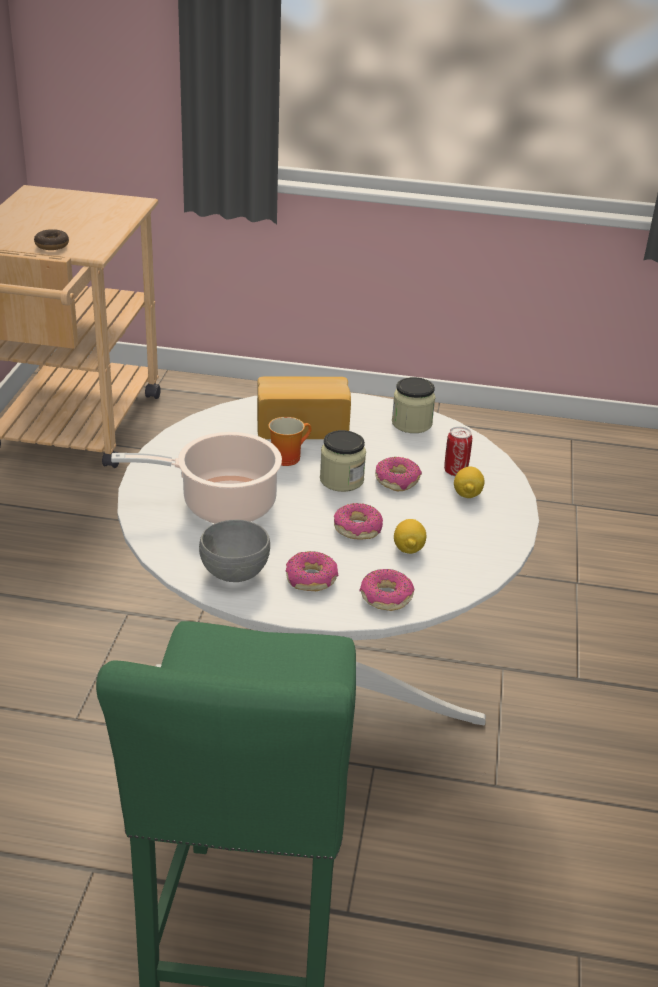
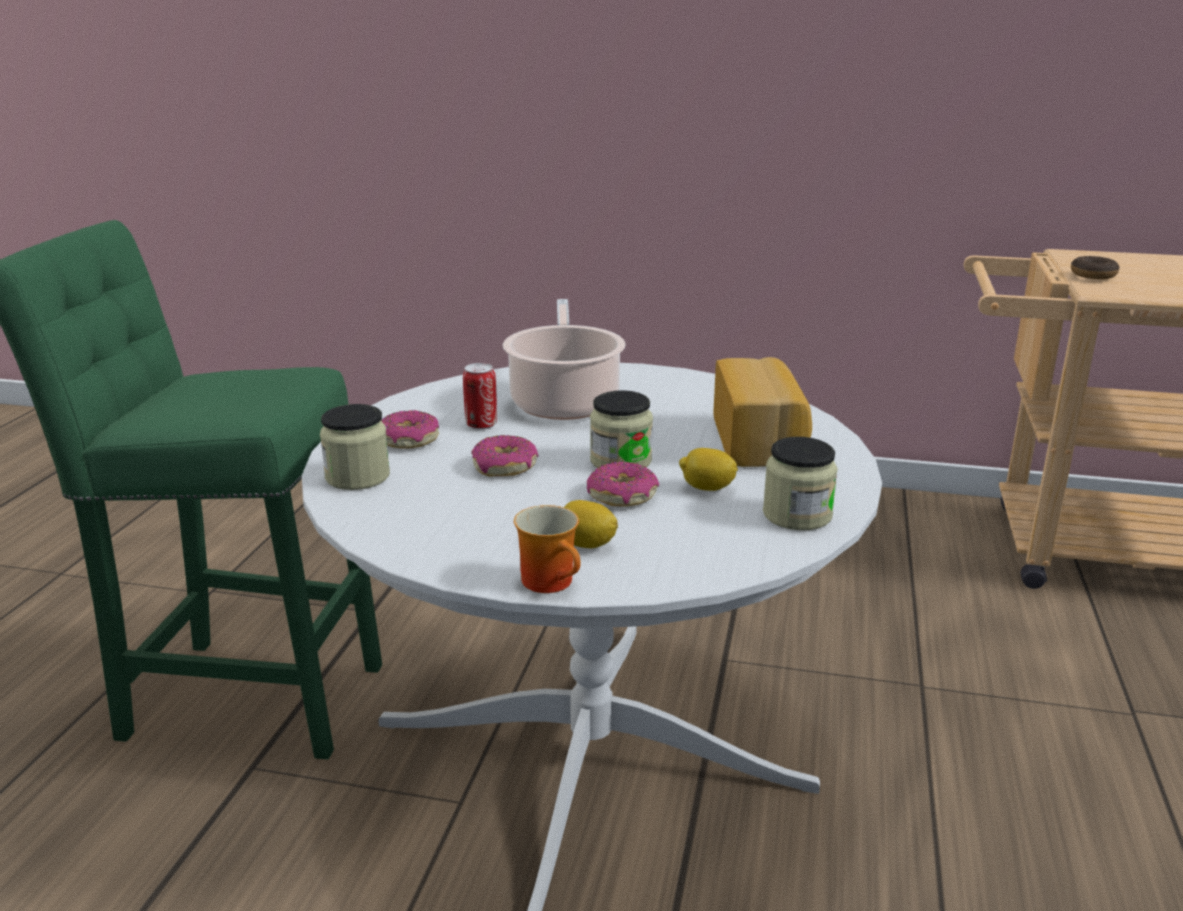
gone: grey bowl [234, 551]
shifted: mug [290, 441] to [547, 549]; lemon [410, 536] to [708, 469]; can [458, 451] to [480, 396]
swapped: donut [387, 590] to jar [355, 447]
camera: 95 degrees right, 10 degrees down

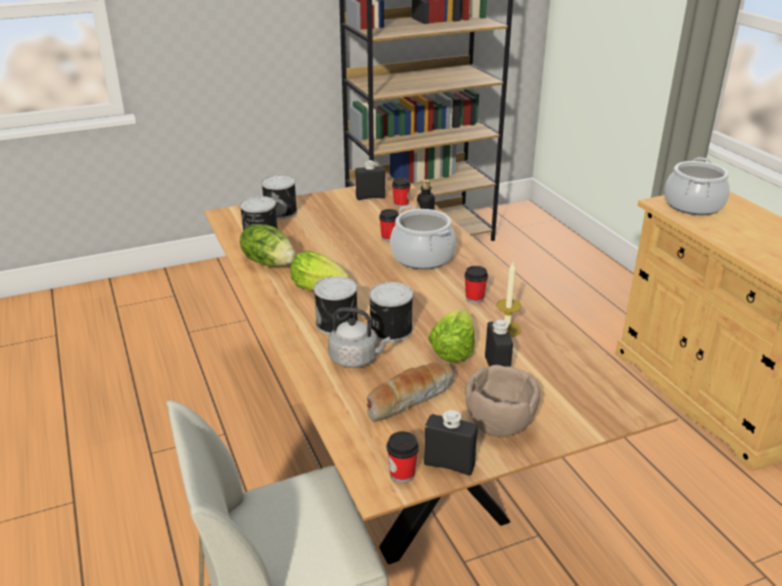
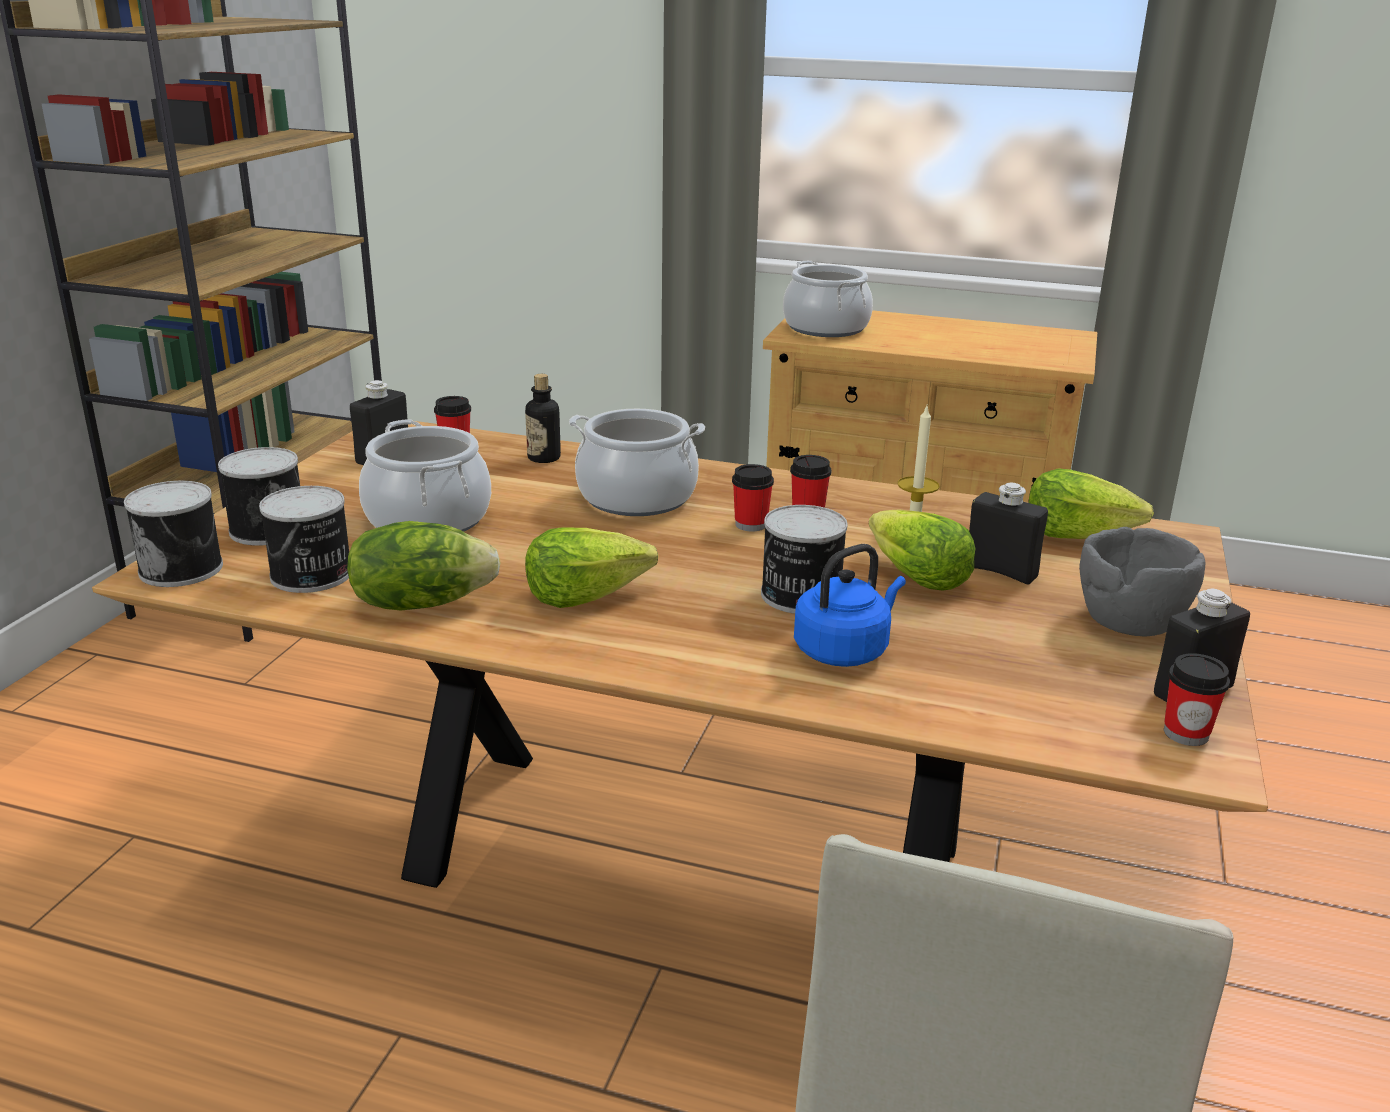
gone: bread [410, 392]
new: cooking pot [425, 475]; lettuce [1091, 503]
shifted: can [336, 305] to [173, 534]; cup [389, 225] to [753, 497]
repainted: grey kettle [359, 338] to blue kettle [850, 605]; brown bowl [502, 401] to grey bowl [1142, 582]
camera: 50 degrees left, 5 degrees down

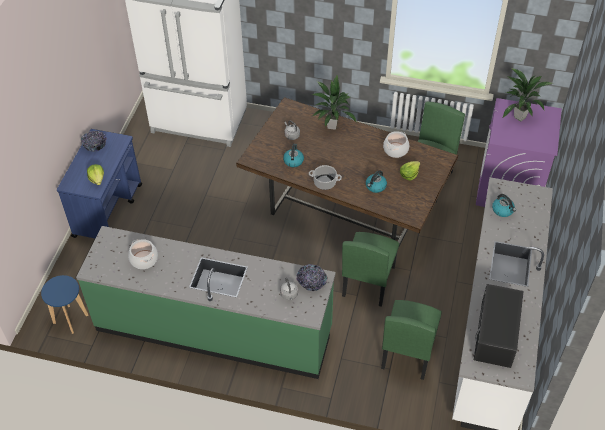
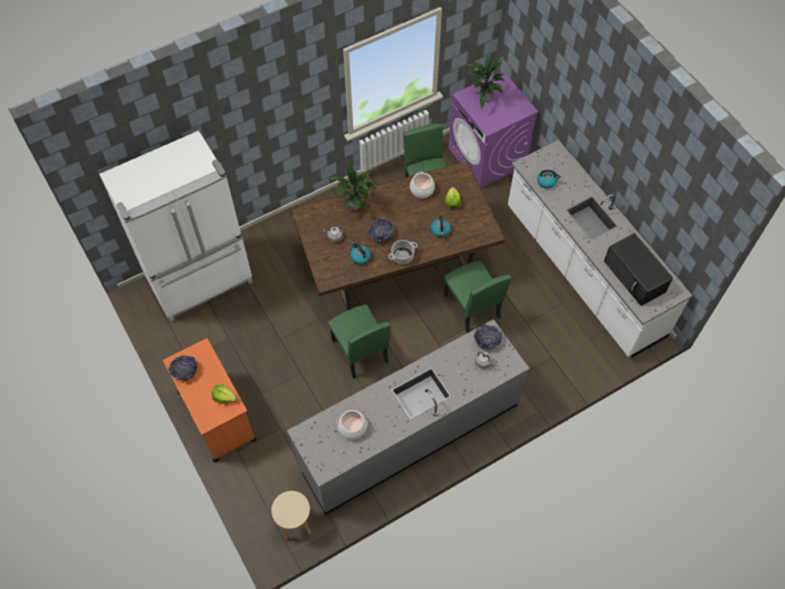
new: bowl [381, 230]
shifted: green chair [411, 340] to [359, 341]
repainted: blue stool [65, 304] to beige stool [291, 516]; blue cart [99, 184] to orange cart [209, 400]; green counter [206, 302] to grey counter [408, 417]
camera: 45 degrees left, 10 degrees up

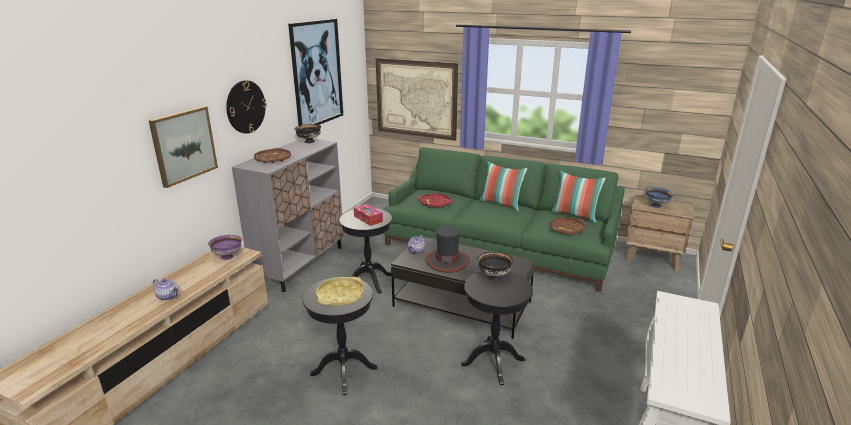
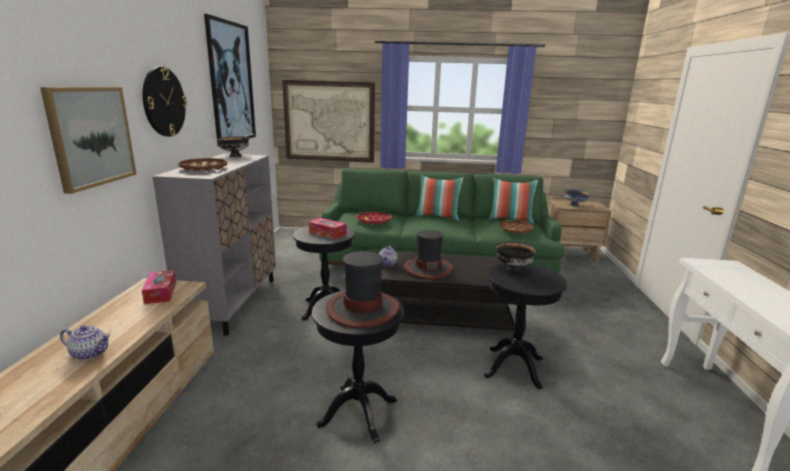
swapped: purple bowl [225, 247] to tissue box [159, 287]; yellow tray [340, 291] to hat [363, 289]
camera: 20 degrees left, 5 degrees down

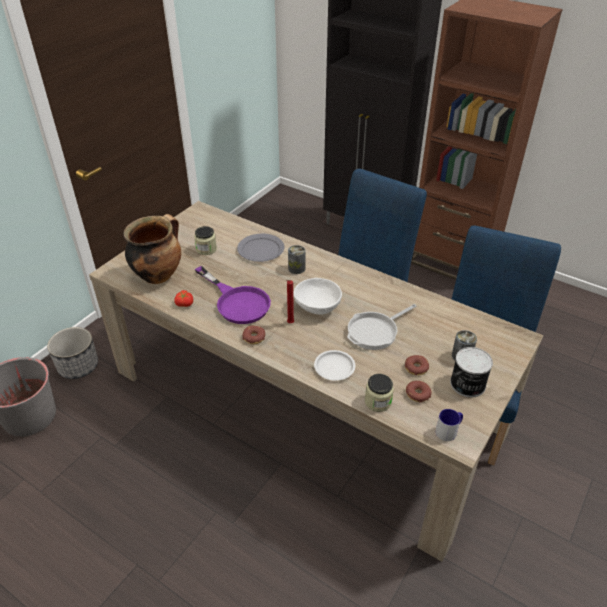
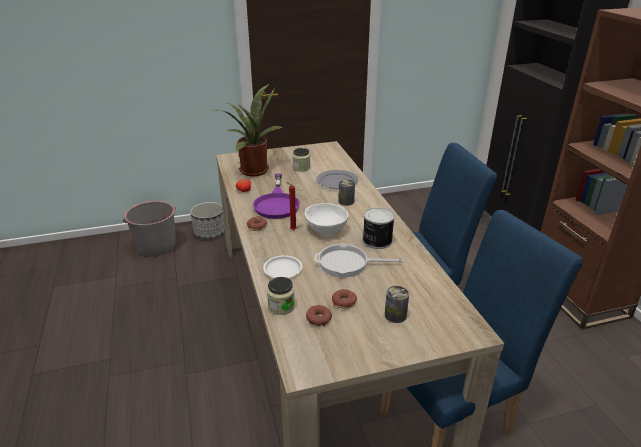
gone: mug [449, 425]
shifted: can [471, 372] to [379, 228]
swapped: cooking pot [152, 249] to potted plant [247, 130]
camera: 40 degrees right, 10 degrees down

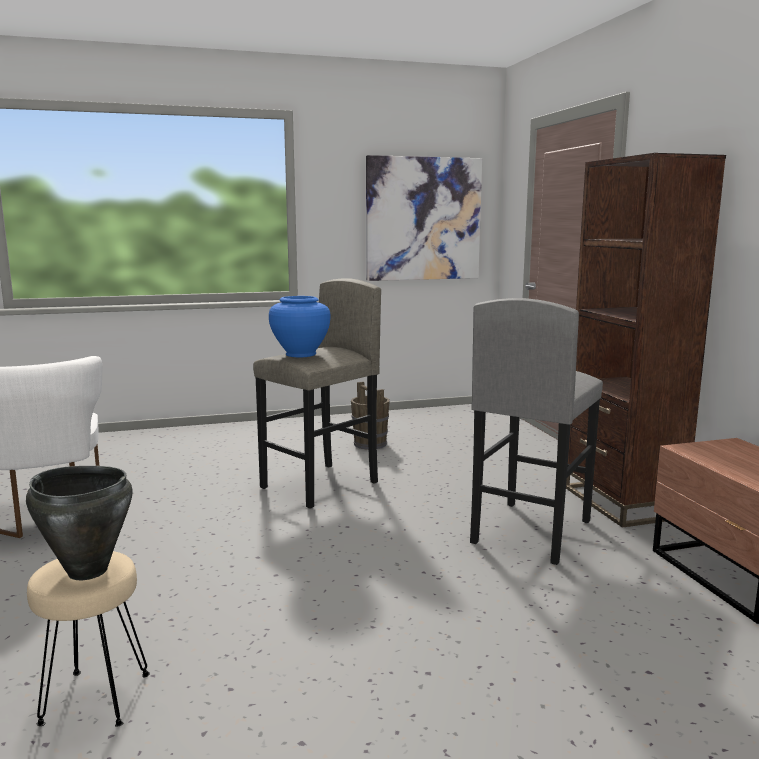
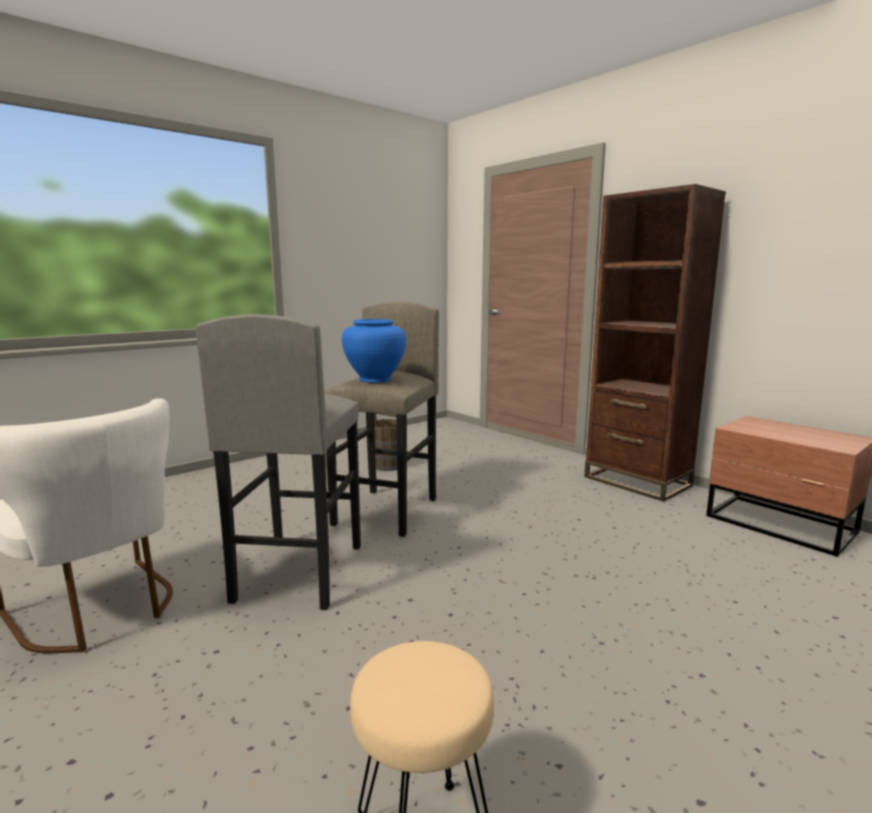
gone: black cooking pot [79, 523]; picture [424, 218]
shifted: grey stool [536, 431] to [278, 462]
camera: 25 degrees left, 0 degrees up

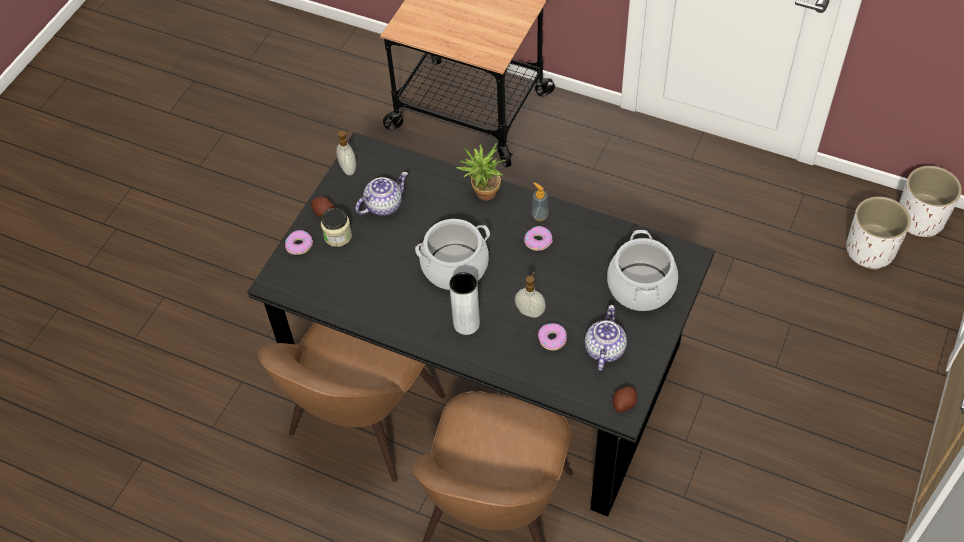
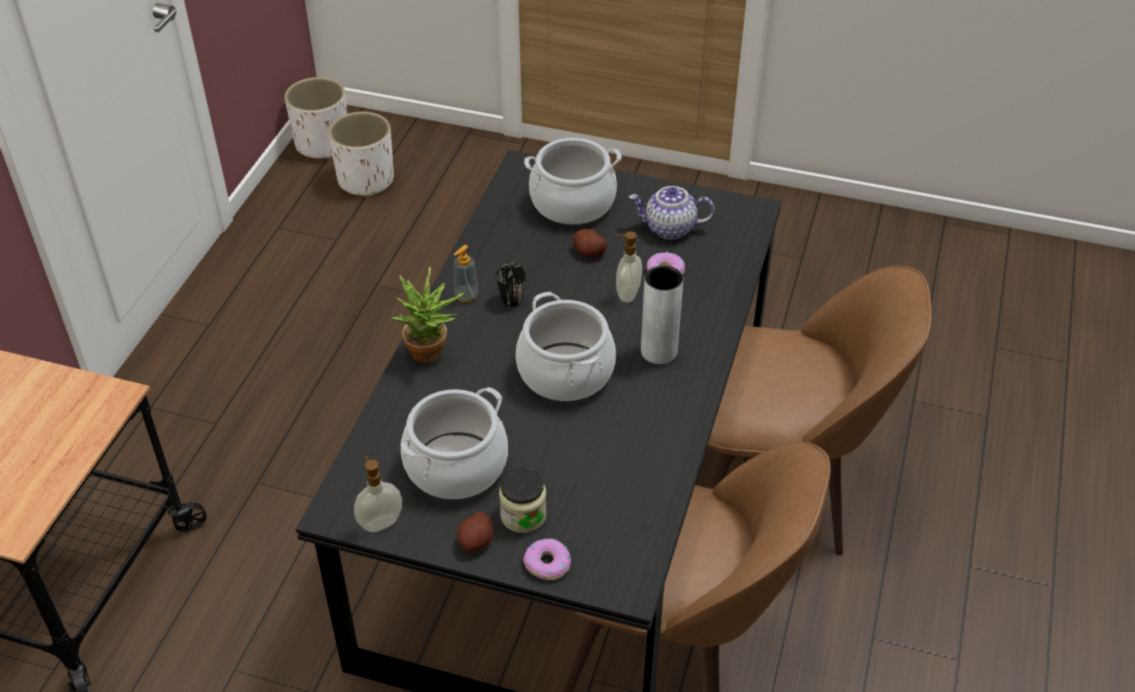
shifted: potato [624, 399] to [590, 243]
swapped: teapot [381, 194] to cooking pot [454, 443]; donut [538, 238] to black mug [511, 284]
camera: 100 degrees left, 10 degrees down

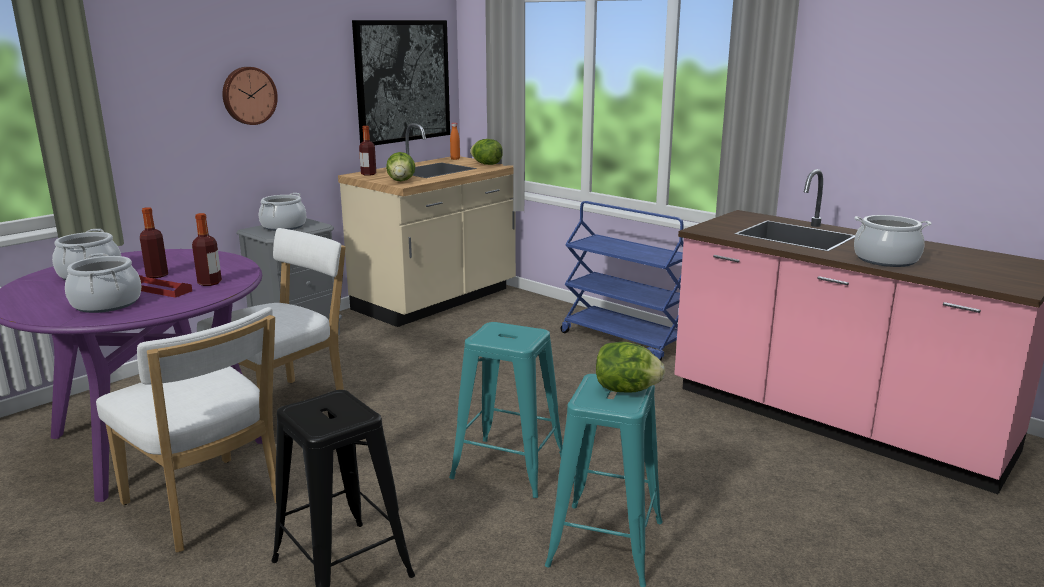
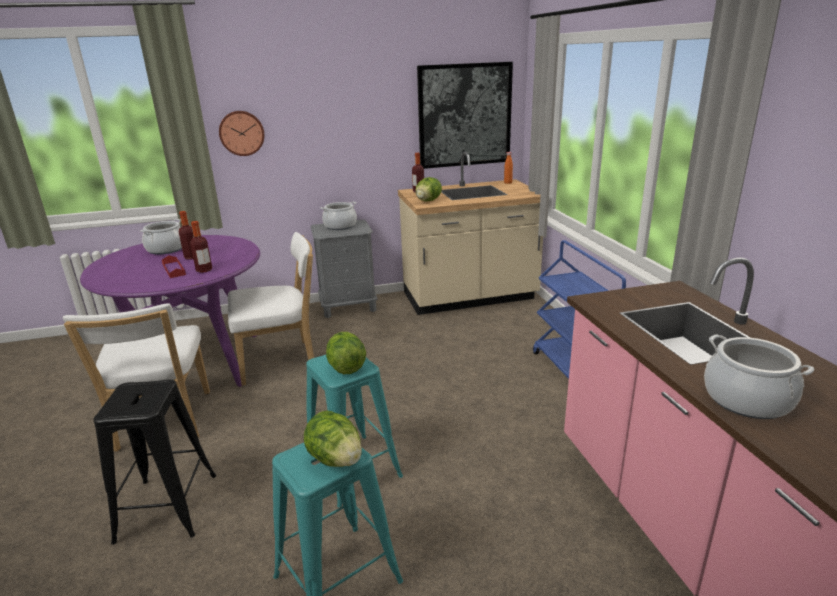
gone: cooking pot [103, 283]
shifted: wall clock [250, 96] to [241, 133]; lettuce [486, 152] to [346, 353]
camera: 35 degrees right, 5 degrees up

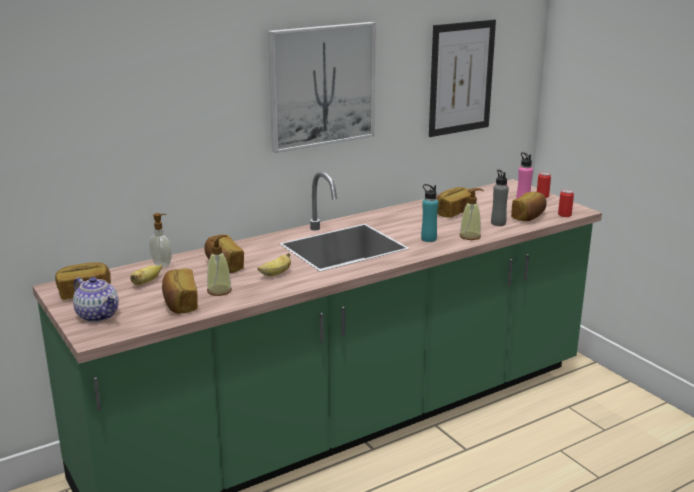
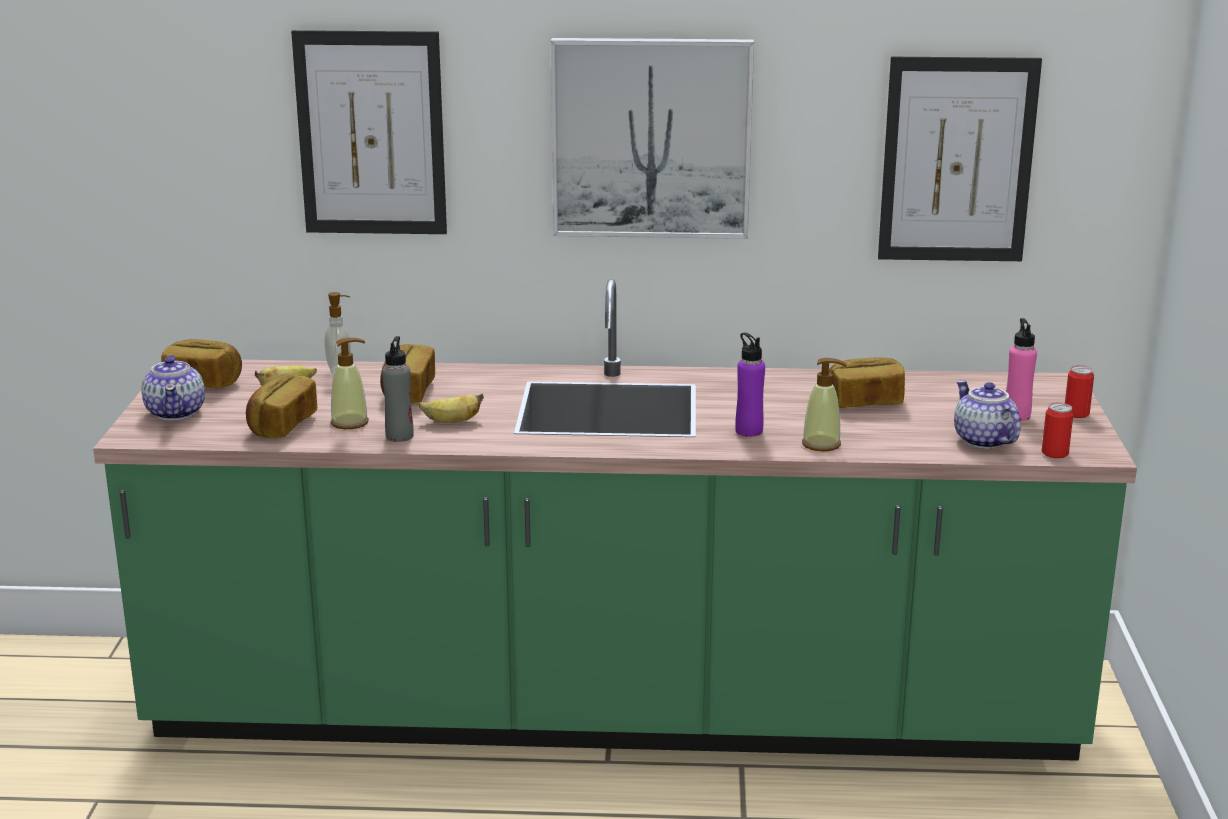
new: picture [369, 132]
shifted: grey bottle [500, 197] to [398, 389]
swapped: bread [529, 206] to teapot [987, 415]
repainted: turquoise bottle [429, 213] to purple bottle [750, 384]
camera: 35 degrees right, 0 degrees up

